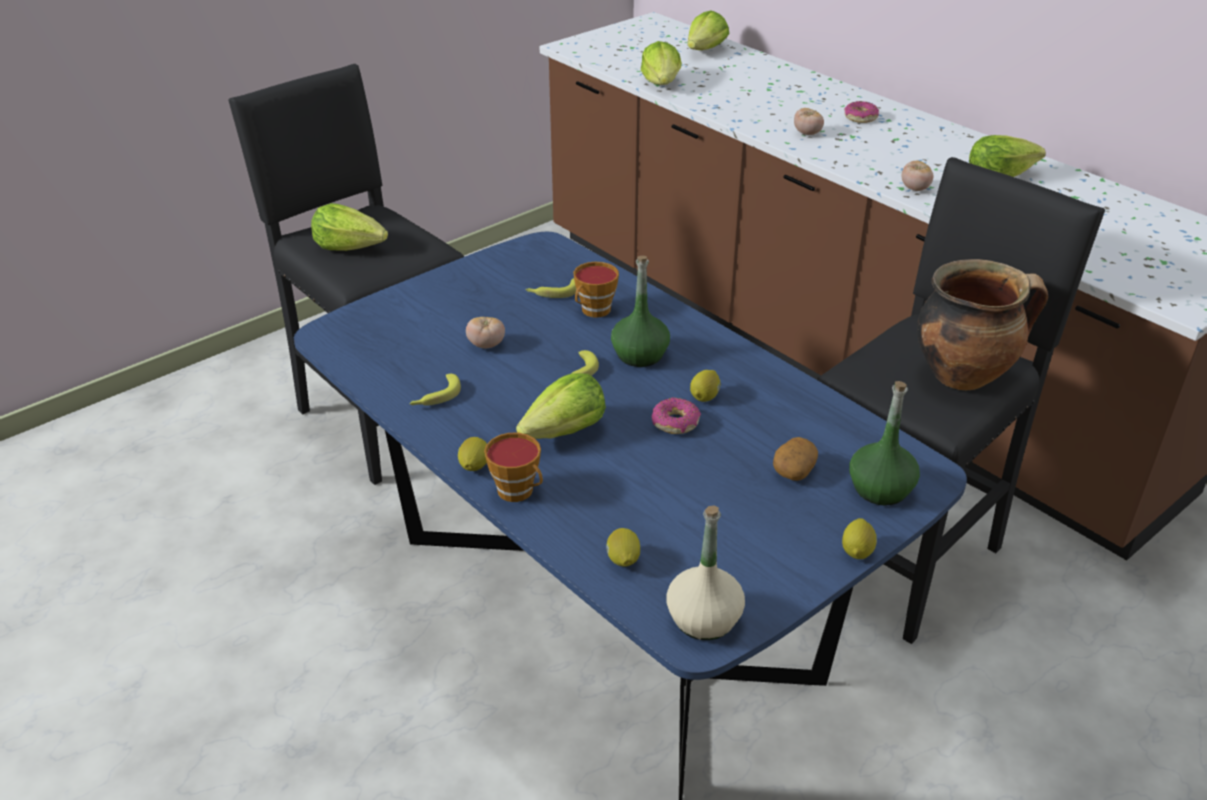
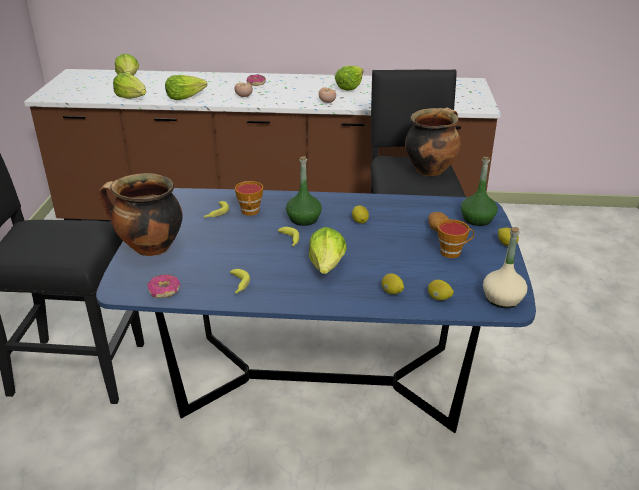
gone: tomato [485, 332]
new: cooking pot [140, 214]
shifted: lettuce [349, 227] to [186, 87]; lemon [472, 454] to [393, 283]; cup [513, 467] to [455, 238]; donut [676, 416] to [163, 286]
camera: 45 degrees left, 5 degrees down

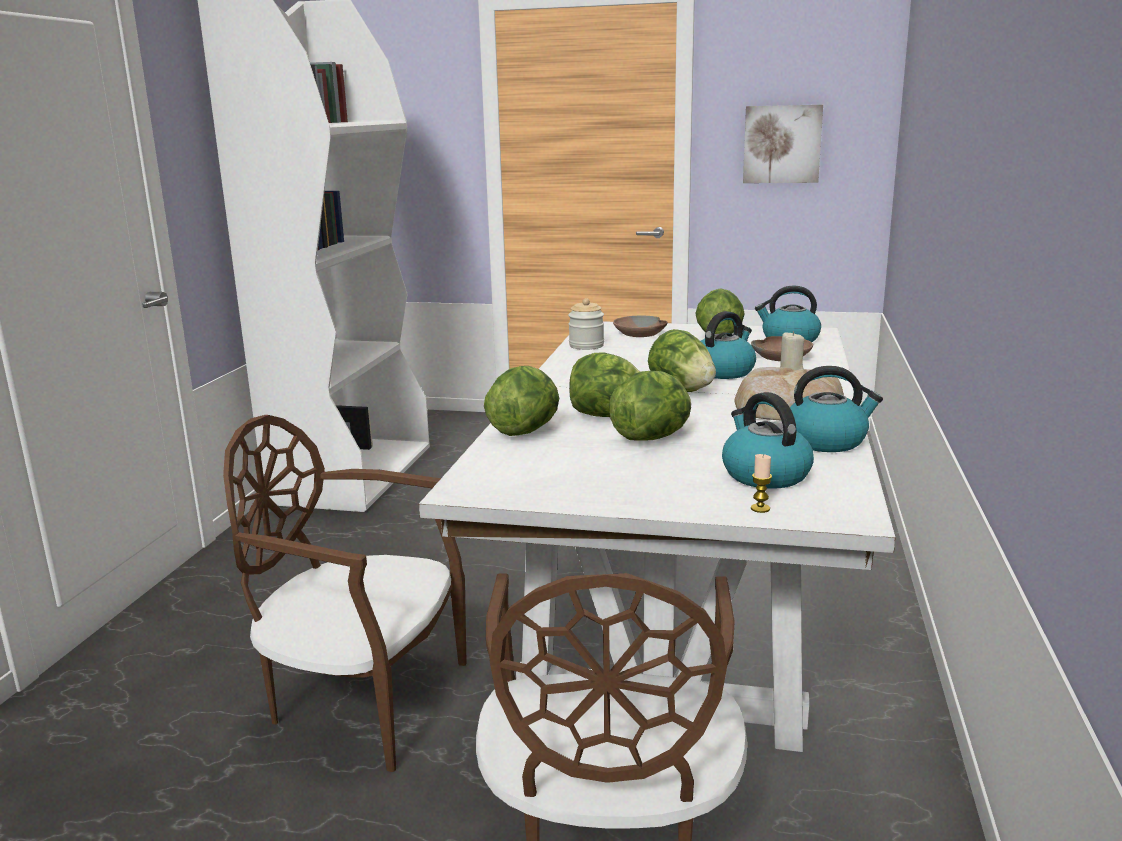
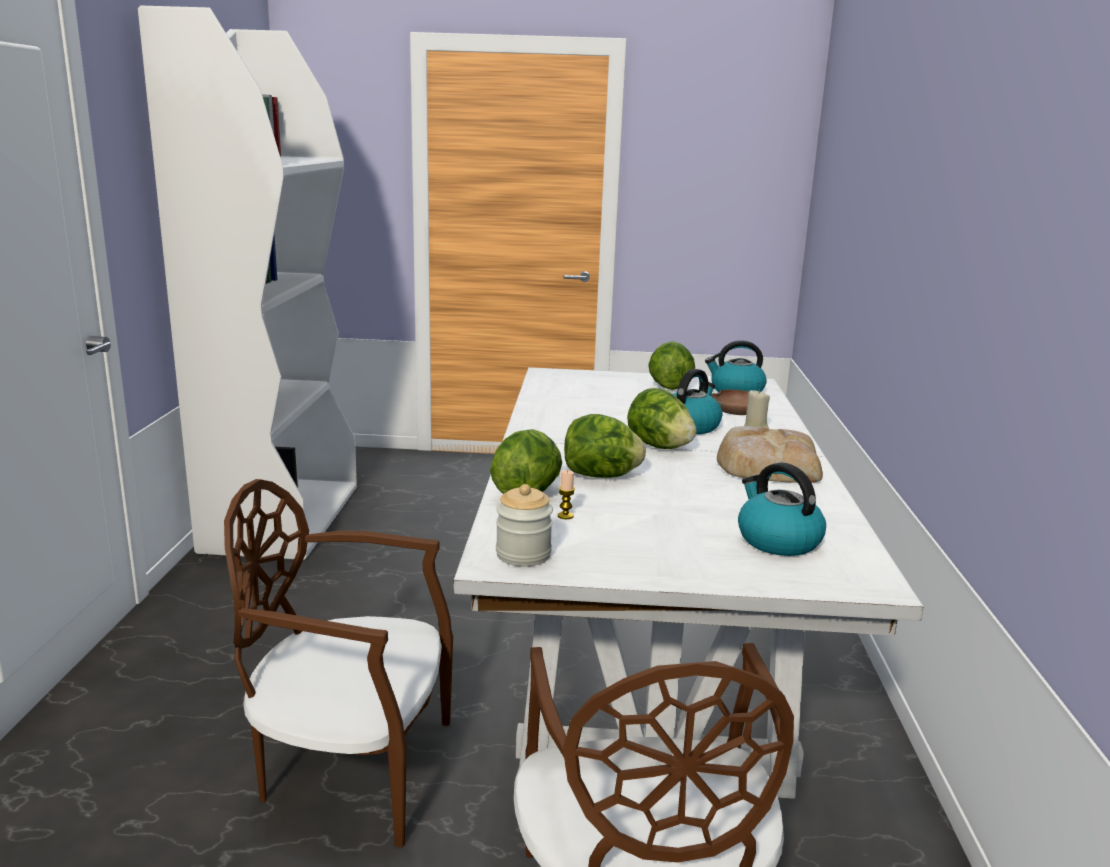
gone: lettuce [650, 406]; brown bowl [640, 326]; picture [783, 144]; kettle [836, 409]
shifted: jar [586, 324] to [524, 525]; candle [761, 483] to [566, 494]
camera: 10 degrees left, 0 degrees up

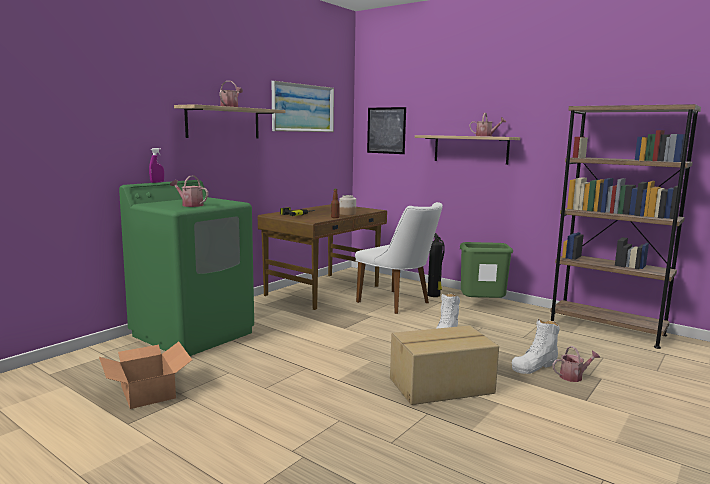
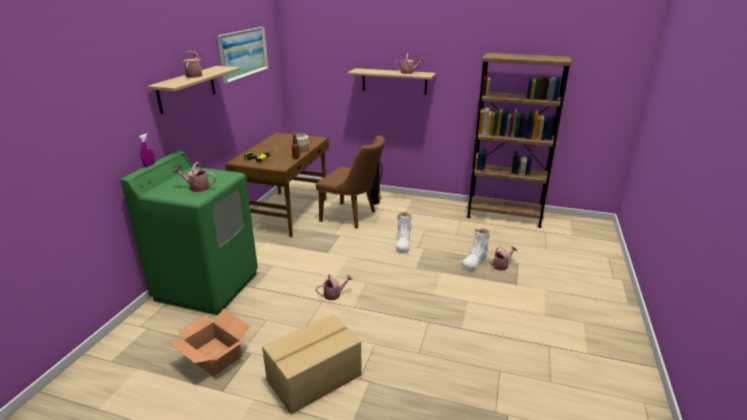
gone: picture [386, 130]; green trash can [486, 270]
new: watering can [334, 287]
shifted: cardboard box [444, 365] to [312, 364]
repainted: white chair [399, 258] to brown chair [350, 182]
camera: 20 degrees left, 15 degrees up

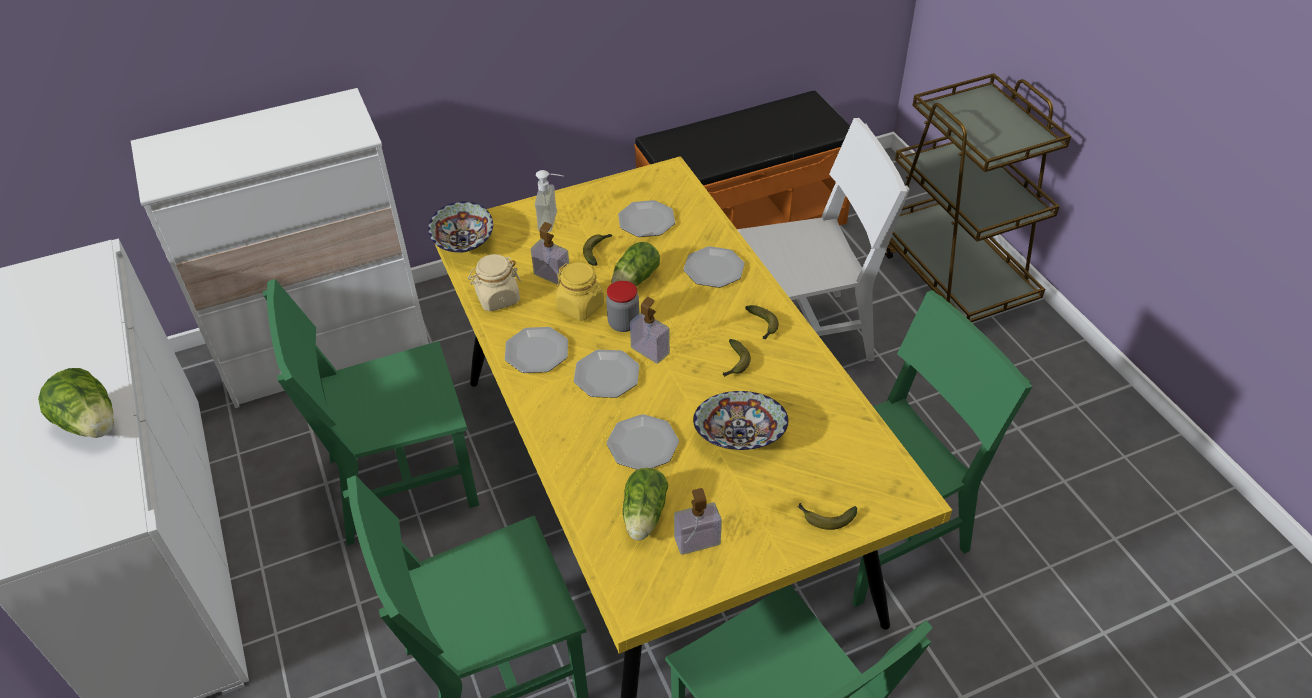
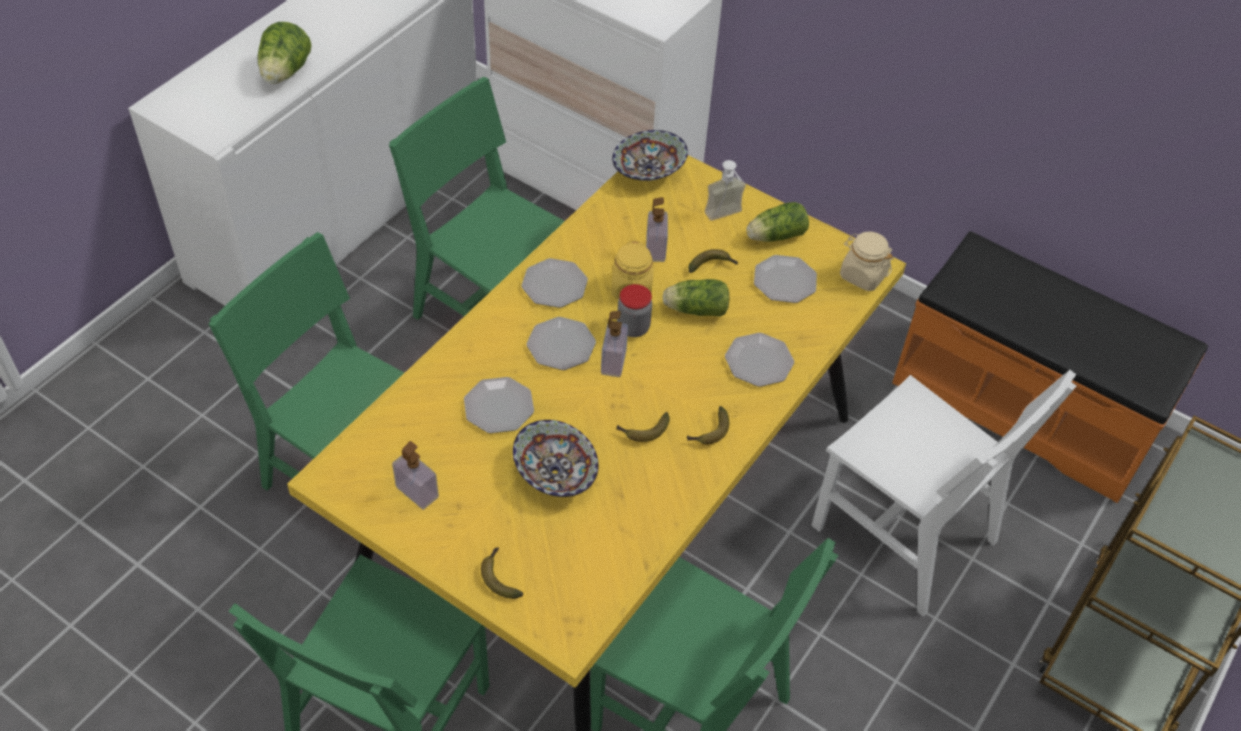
shifted: beige jar [494, 282] to [867, 261]; lettuce [645, 504] to [777, 222]
camera: 55 degrees right, 5 degrees up

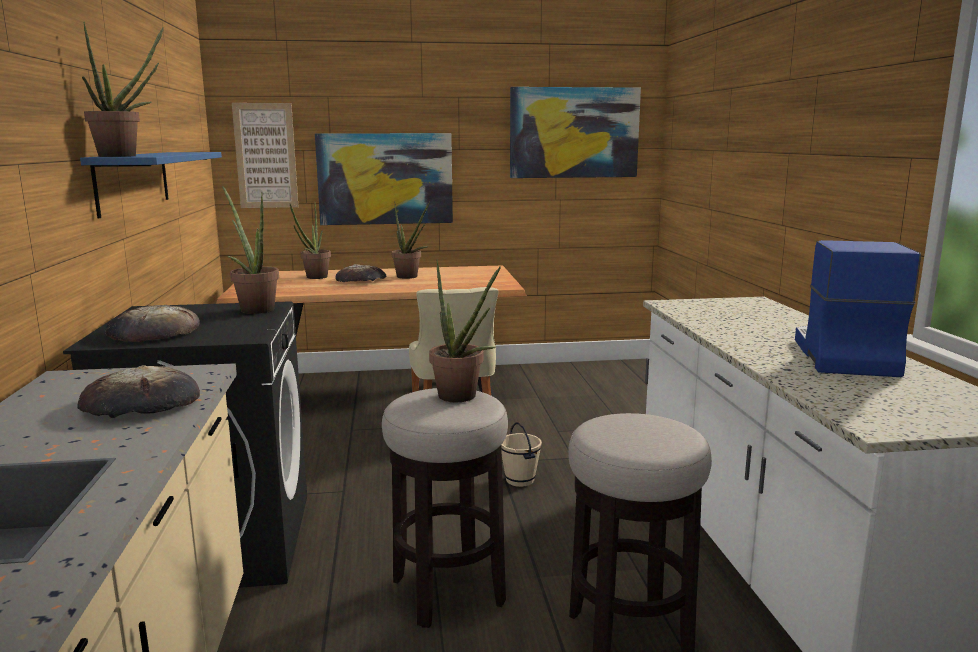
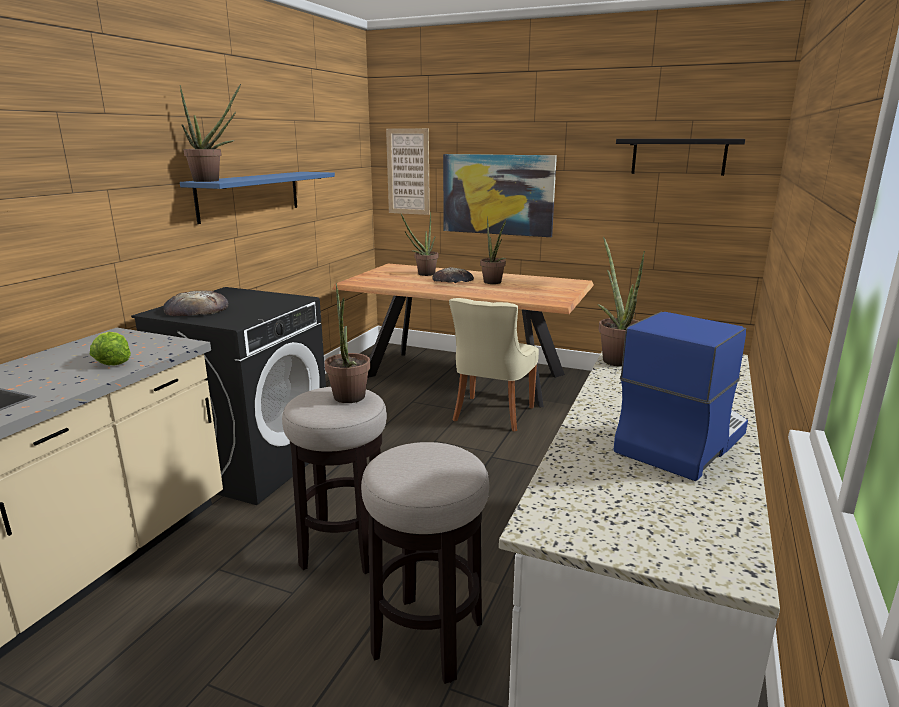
gone: beige bucket [521, 454]
shifted: potted plant [250, 250] to [621, 302]
swapped: bread [138, 392] to lettuce [110, 348]; picture [575, 132] to black shelf [680, 157]
camera: 30 degrees right, 5 degrees up

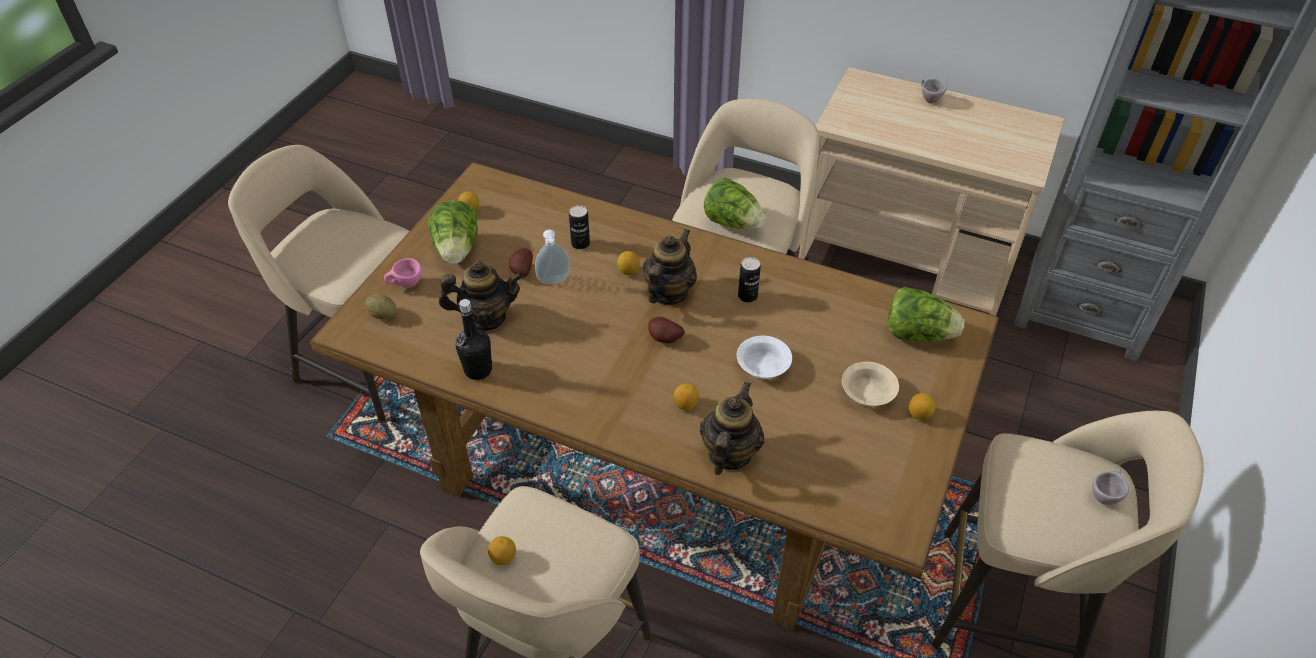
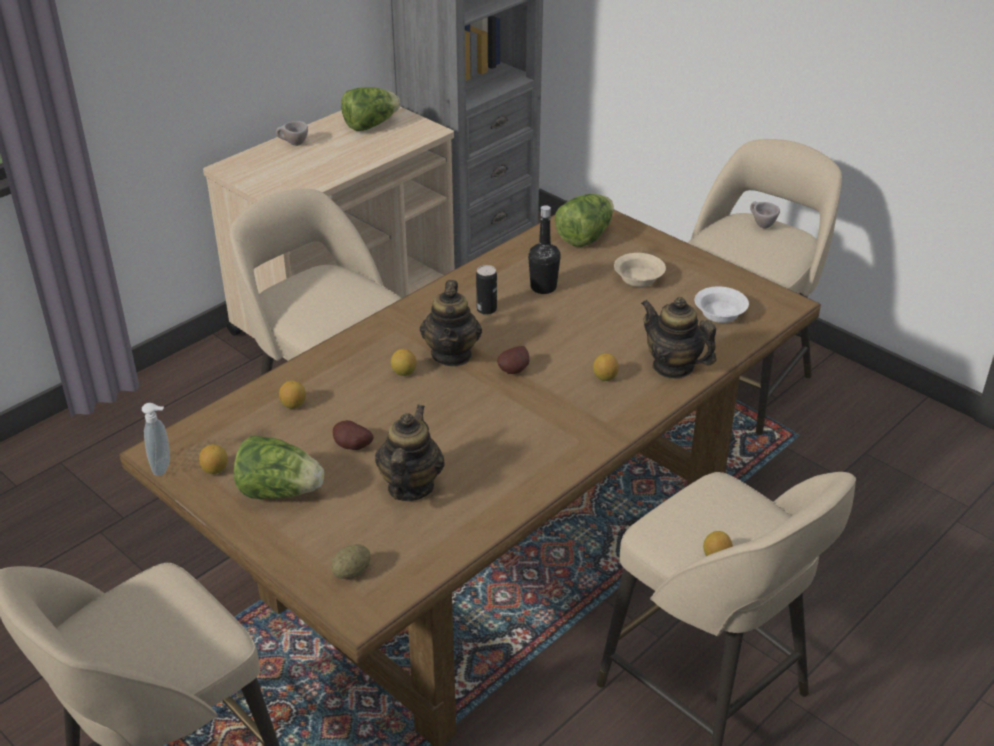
gone: pink cup [402, 273]; can [579, 227]
shifted: black bottle [474, 339] to [544, 249]; soap dispenser [552, 257] to [156, 439]; lettuce [735, 204] to [370, 109]; white bowl [764, 357] to [722, 304]; lemon [922, 406] to [292, 395]
rotated: teapot [670, 267] = [451, 323] 135 degrees counterclockwise
camera: 70 degrees left, 10 degrees down

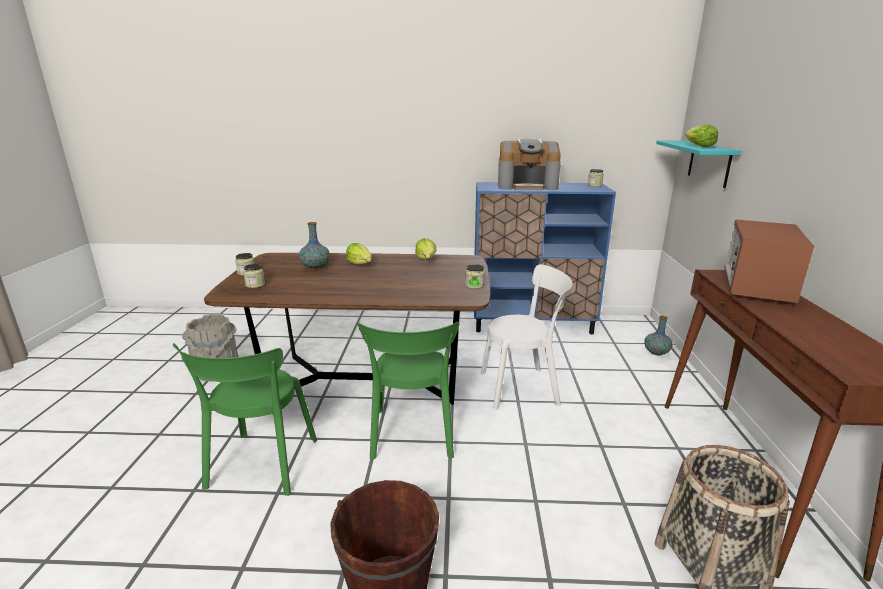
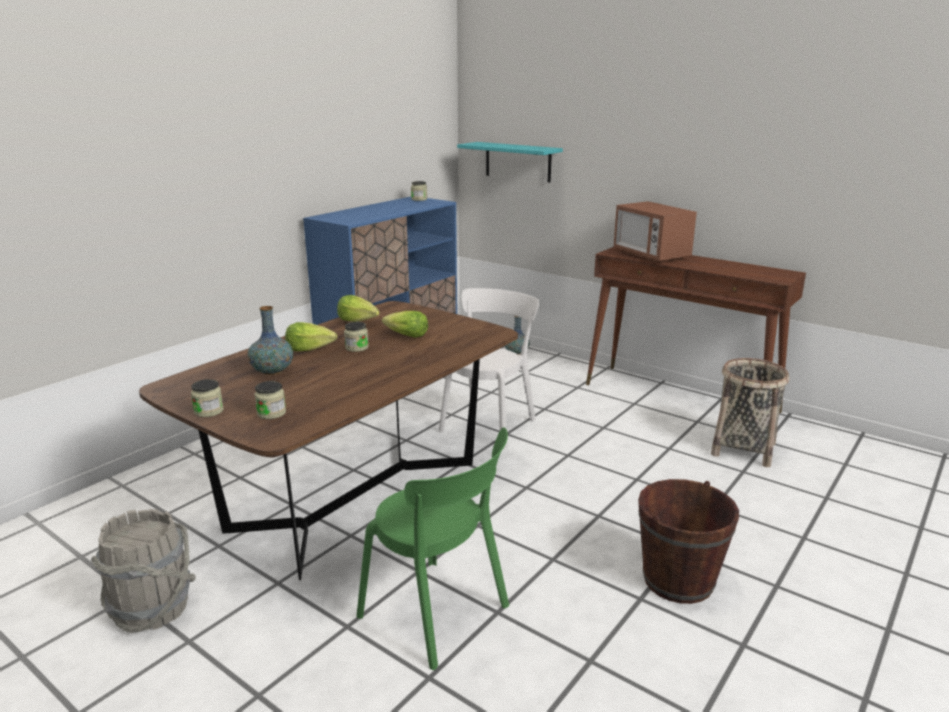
gone: green chair [408, 391]; coffee machine [529, 164]
shifted: jar [475, 276] to [356, 337]; lettuce [701, 136] to [405, 324]
camera: 55 degrees left, 0 degrees up

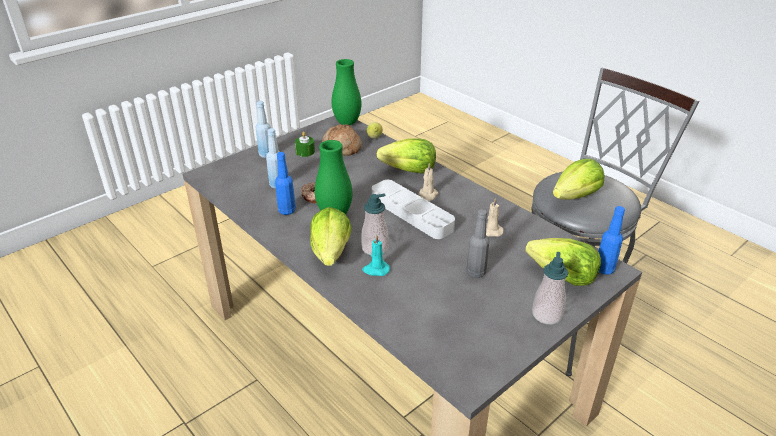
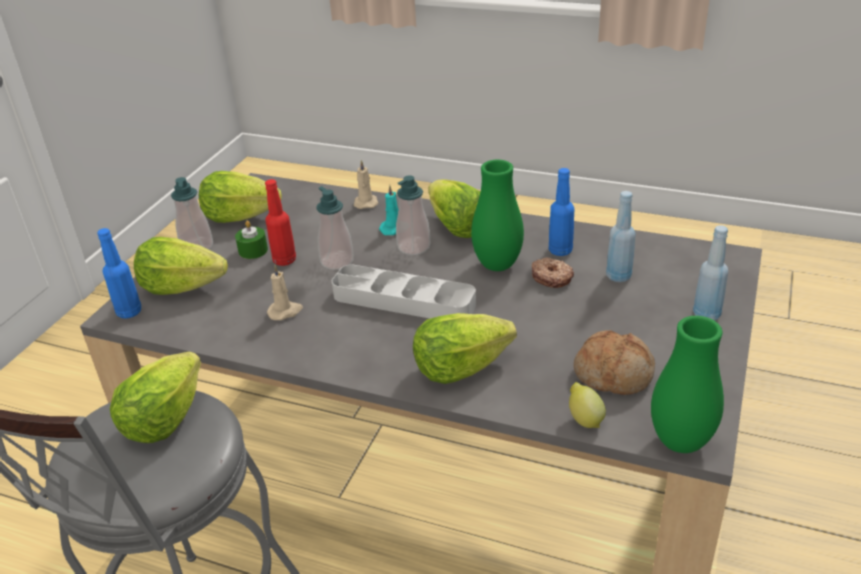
new: lettuce [240, 197]; soap dispenser [335, 228]
shifted: green candle [305, 144] to [251, 240]; beige candle [428, 182] to [366, 184]
repainted: grey bottle [477, 243] to red bottle [280, 222]
camera: 155 degrees right, 0 degrees up

